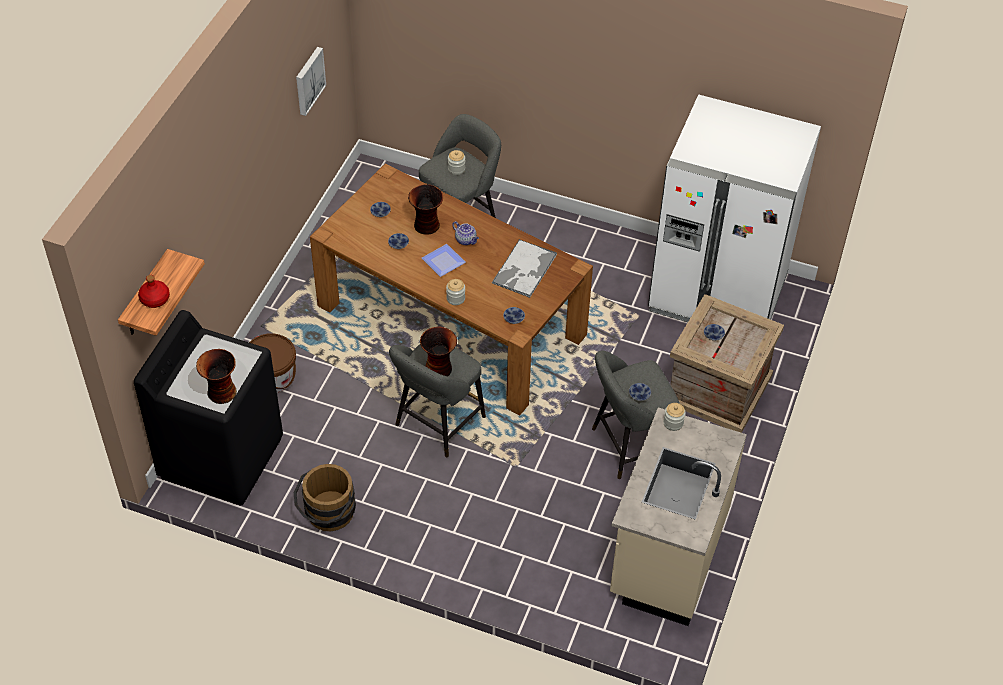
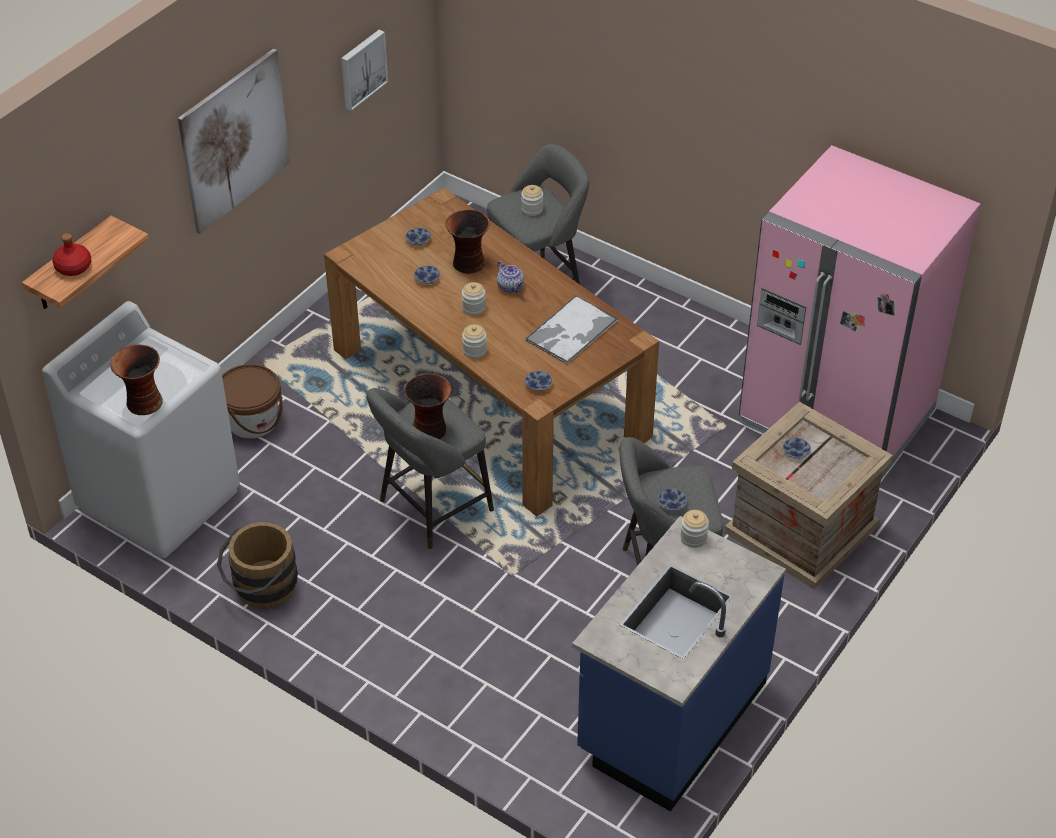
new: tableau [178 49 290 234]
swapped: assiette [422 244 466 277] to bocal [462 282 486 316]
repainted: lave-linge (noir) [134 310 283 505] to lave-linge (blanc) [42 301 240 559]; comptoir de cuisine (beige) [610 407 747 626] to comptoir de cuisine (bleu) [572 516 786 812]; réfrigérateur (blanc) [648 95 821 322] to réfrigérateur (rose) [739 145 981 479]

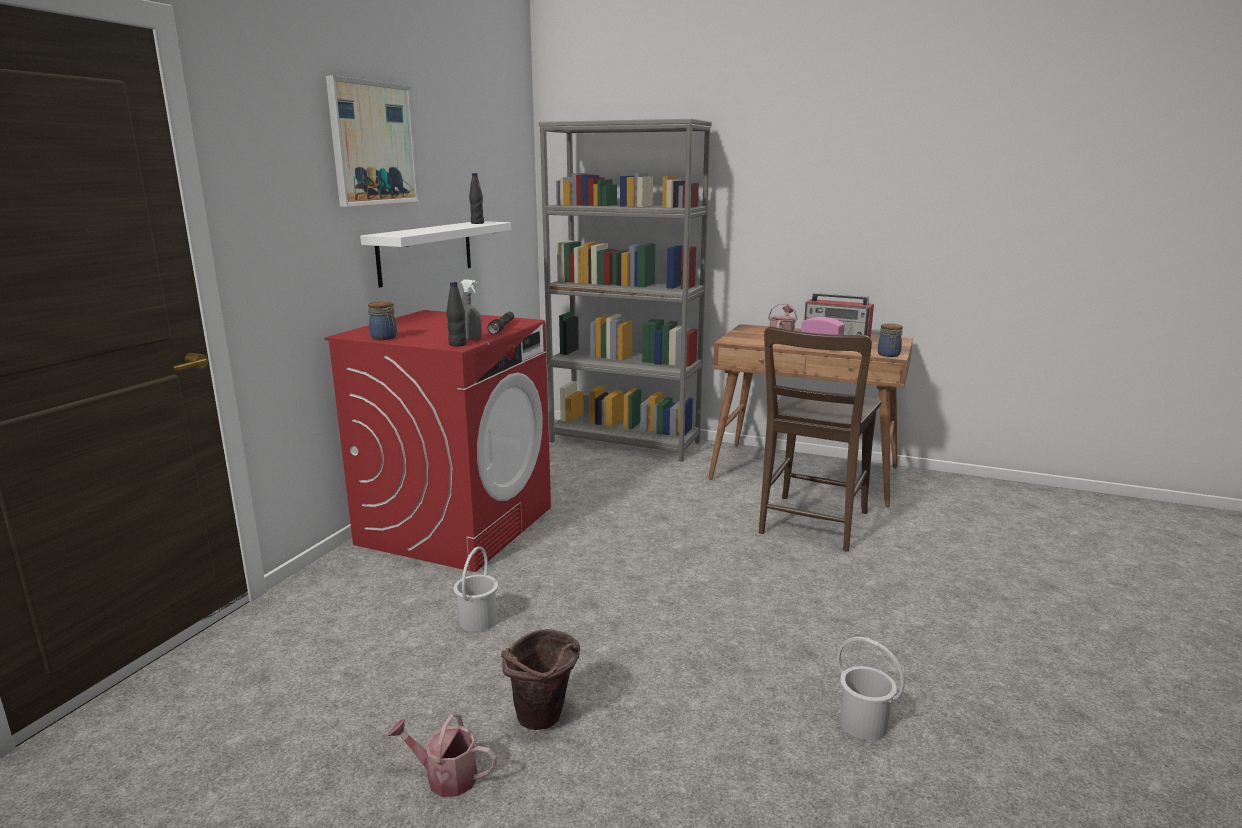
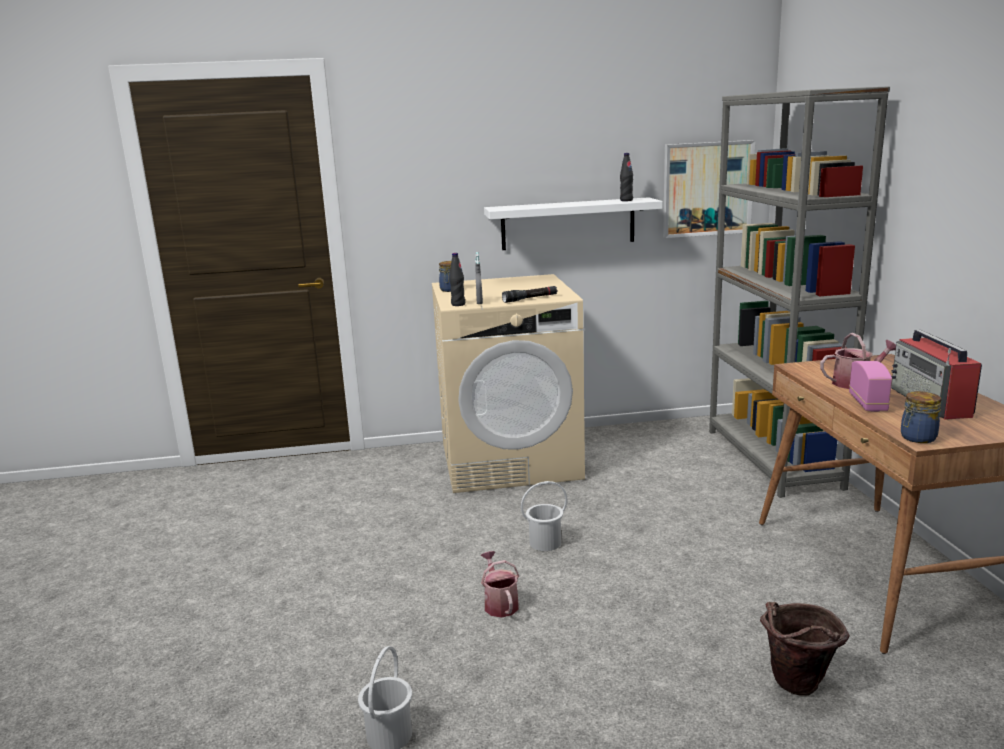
gone: chaise (marron) [759 327 881 552]
shifted: arrosoir [388 714 496 797] to [481 551 519 618]; seau (blanc) [453 546 498 632] to [521 481 567 551]; tableau [326 75 420 207] to [663 140 755 238]; seau (marron) [501 629 580 730] to [760 602 850 696]
repainted: lave-linge (rouge) [324 310 551 572] to lave-linge (beige) [432 274 585 493]

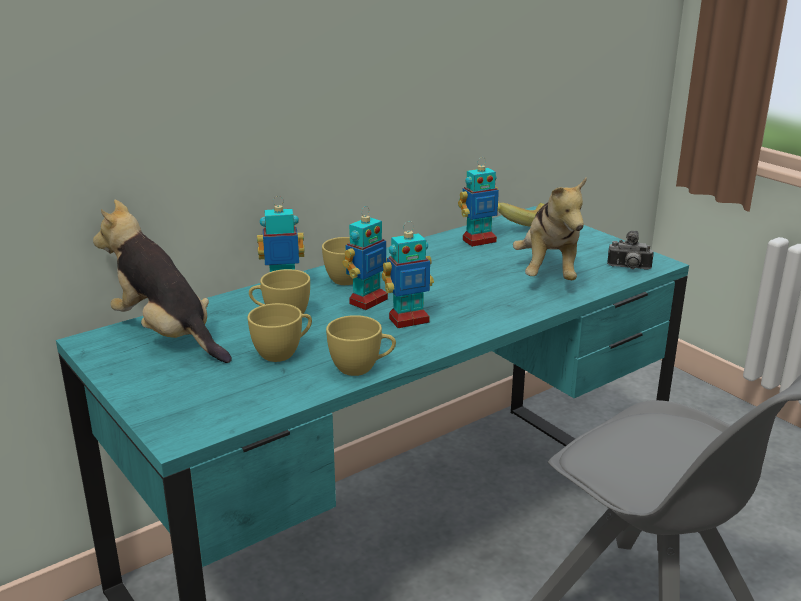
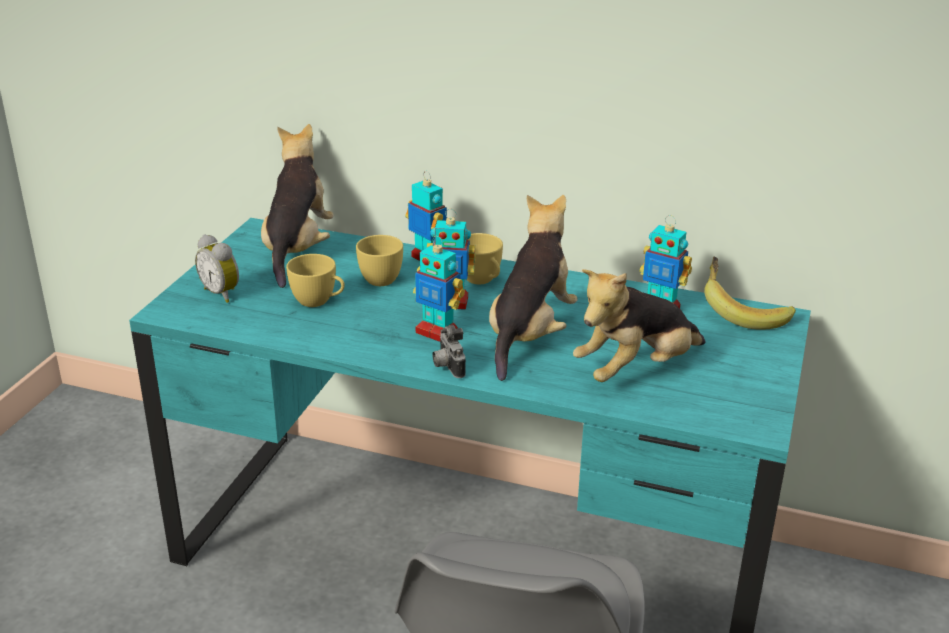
gone: tasse (jaune) [326 315 396 376]
new: réveil [195 234 239 303]; peluche [489 195 577 381]
shifted: appareil photo [607 231 654 270] to [432 325 466 378]

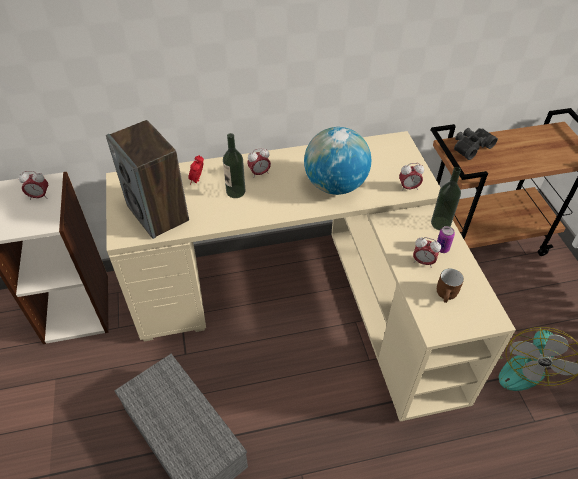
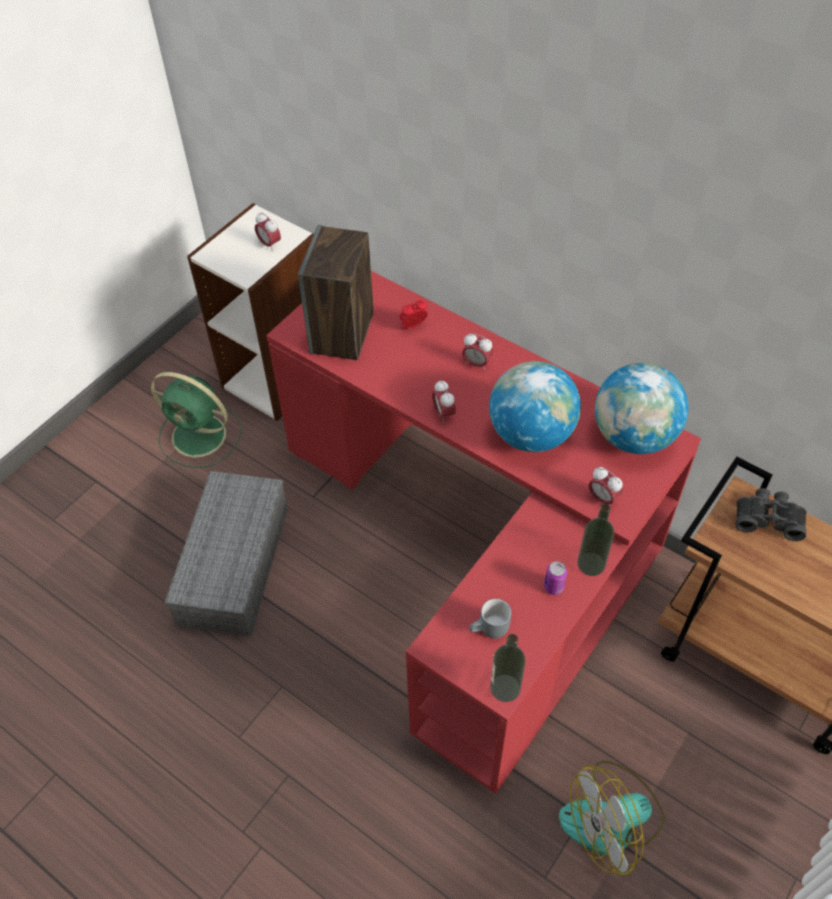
new: ventilateur (vert) [151 372 242 468]; globe [595 363 688 454]
shifted: réveil [413 237 441 268] to [432 380 456 423]; bouteille [223 133 246 198] to [490 634 525 702]
repainted: bureau (beige) [106 131 516 422] to bureau (rouge) [266 271 701 794]; mug (marron) [437 268 464 303] to mug (gris) [469 599 511 639]

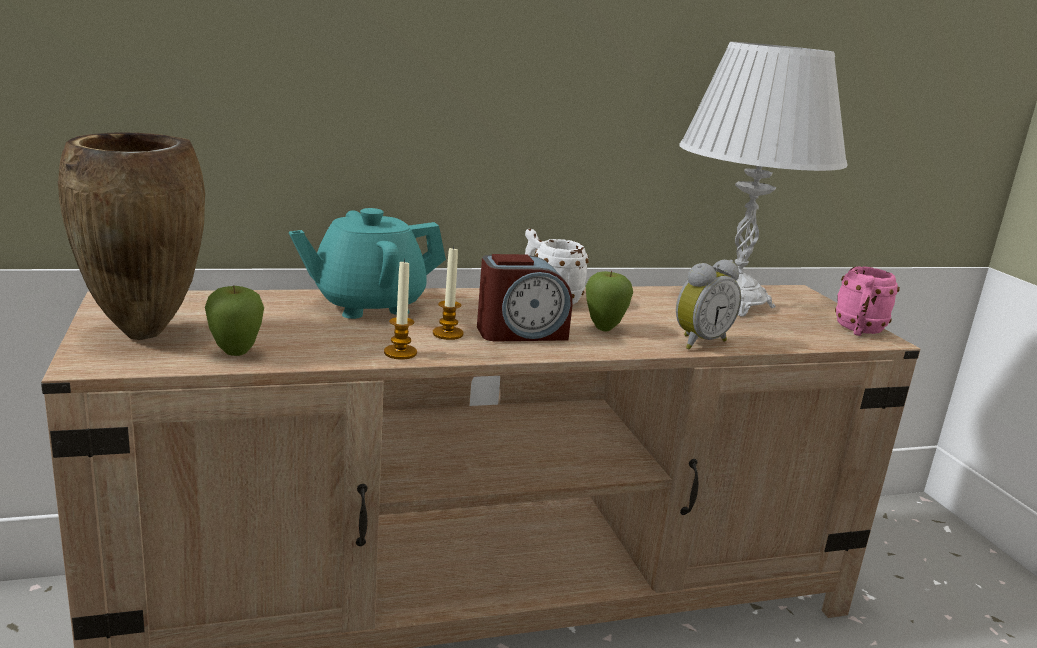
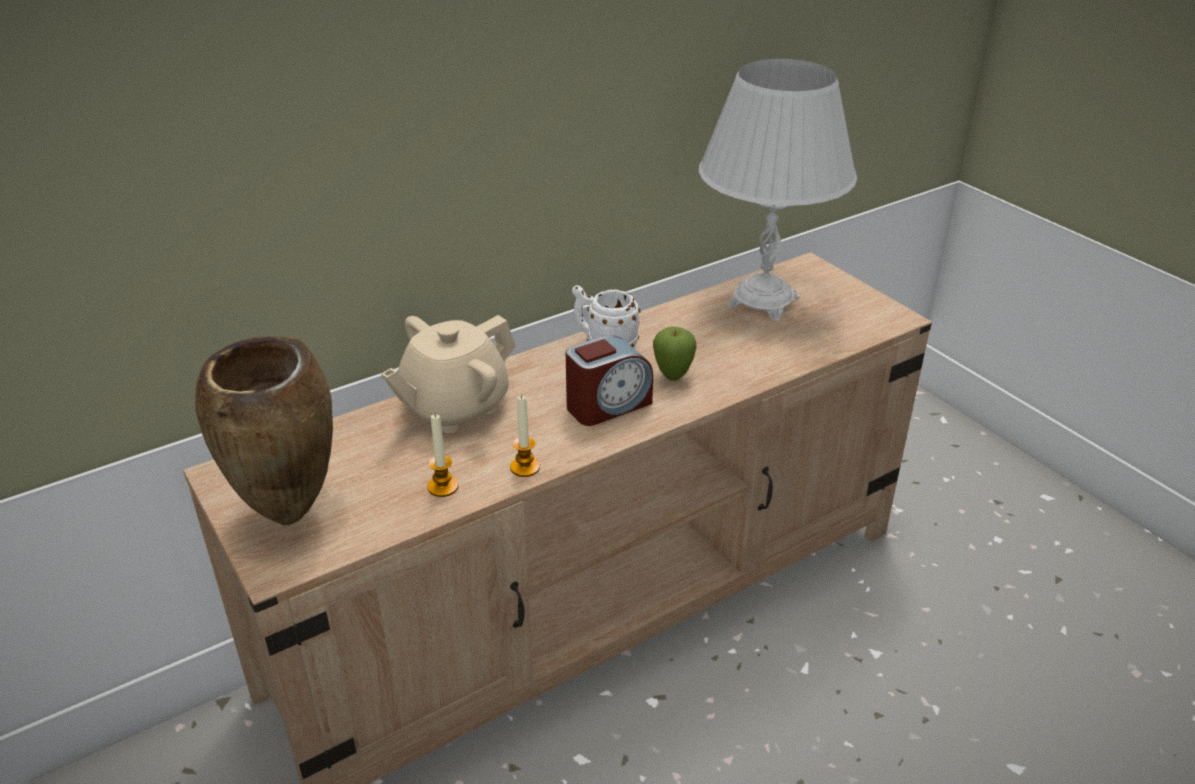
gone: pomme [205 286 264 356]; réveil [676 260 741 350]; mug (rose) [835 266 900 336]
shifted: bougie [433 245 464 340] to [428 415 459 497]
repainted: théière (turquoise) [289 208 446 319] to théière (beige) [381 315 516 433]

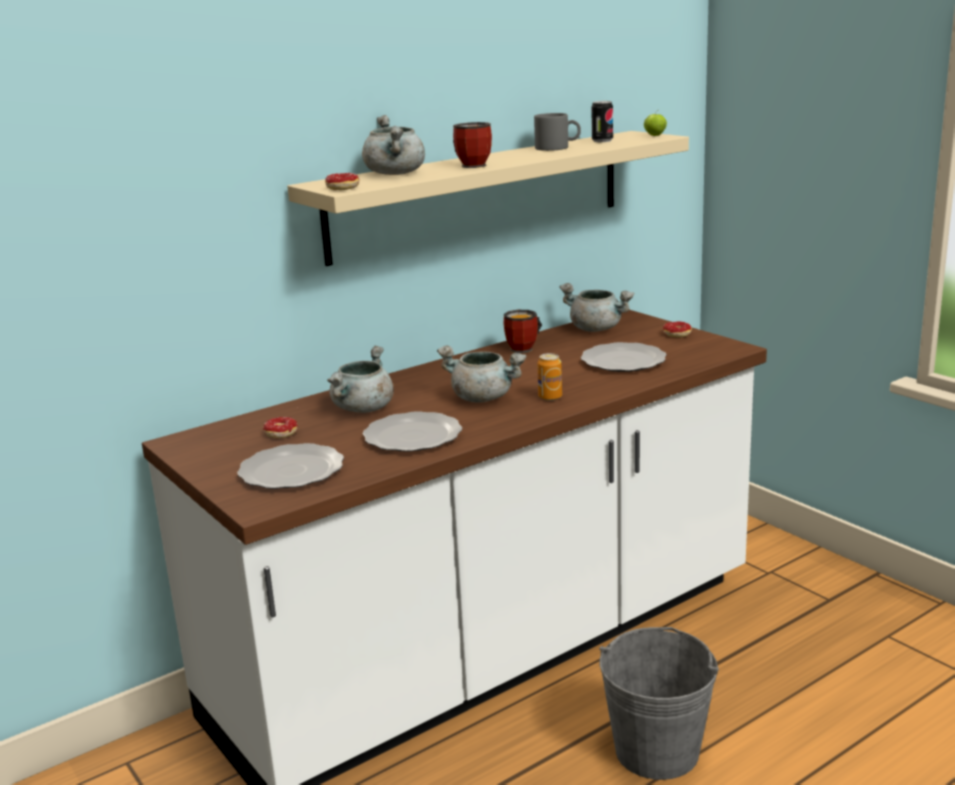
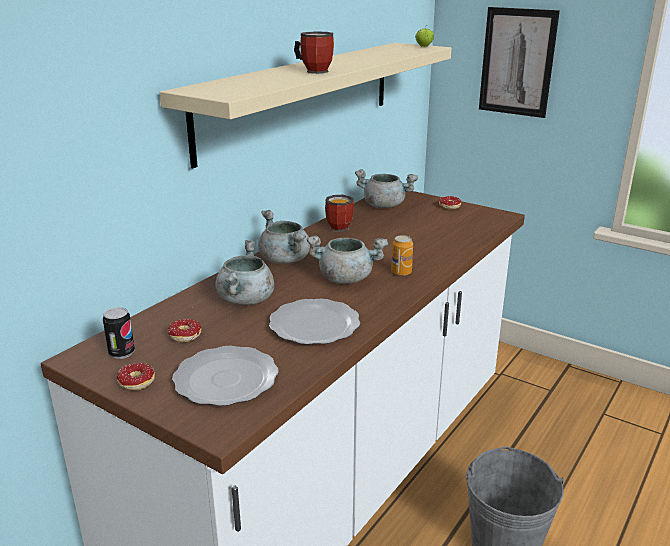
gone: mug (gris) [534 113 581 151]; assiette [581 342 667 372]
new: tableau [479 7 560 118]
shifted: boîte métallique [591 101 613 142] to [103 307 135 359]; beignet [325 173 359 190] to [116 363 155 390]; marmite (gris) [362 115 425 175] to [258 210 310 264]

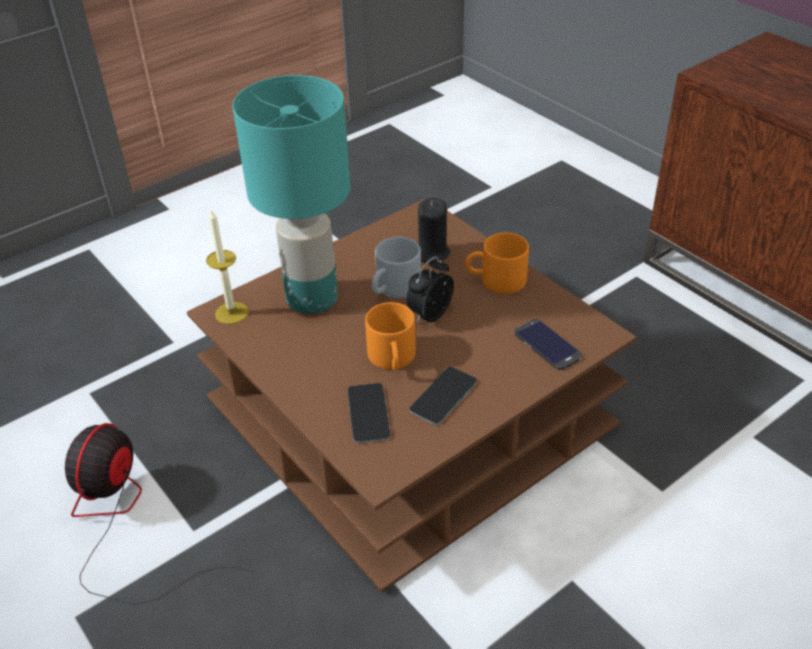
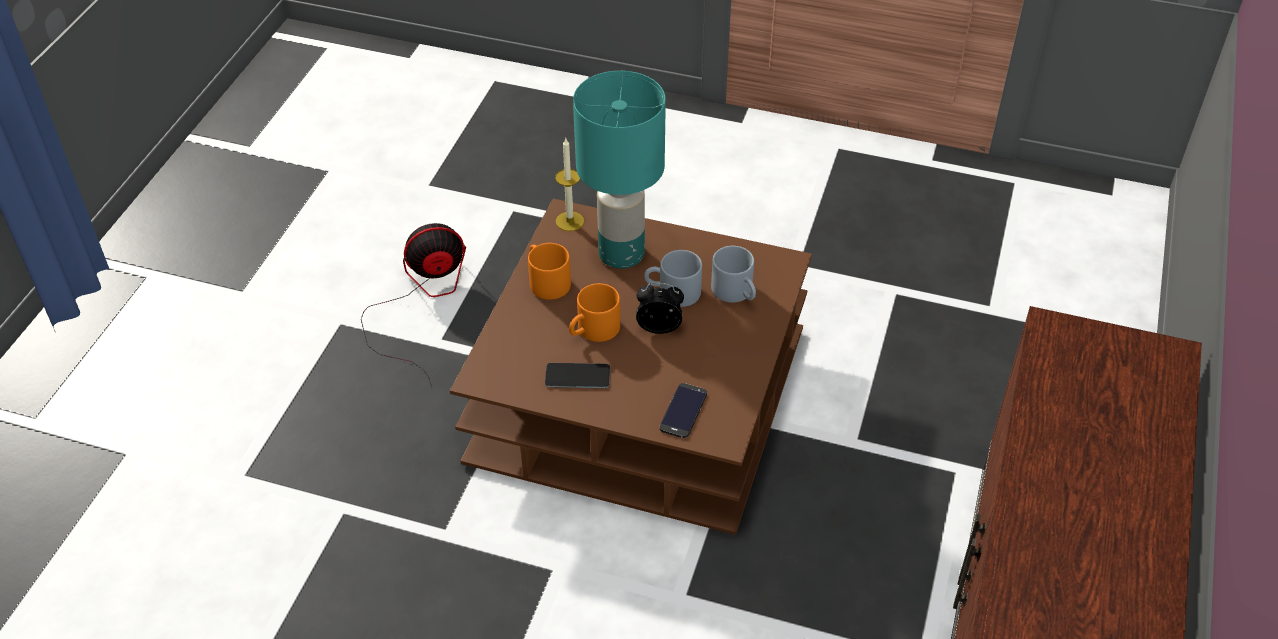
gone: téléphone [347 383 391 443]
shifted: mug (orange) [465 232 529 294] to [528 243 571 300]
swapped: bougie (noir) [418 198 450 263] to mug (gris) [711 246 756 303]

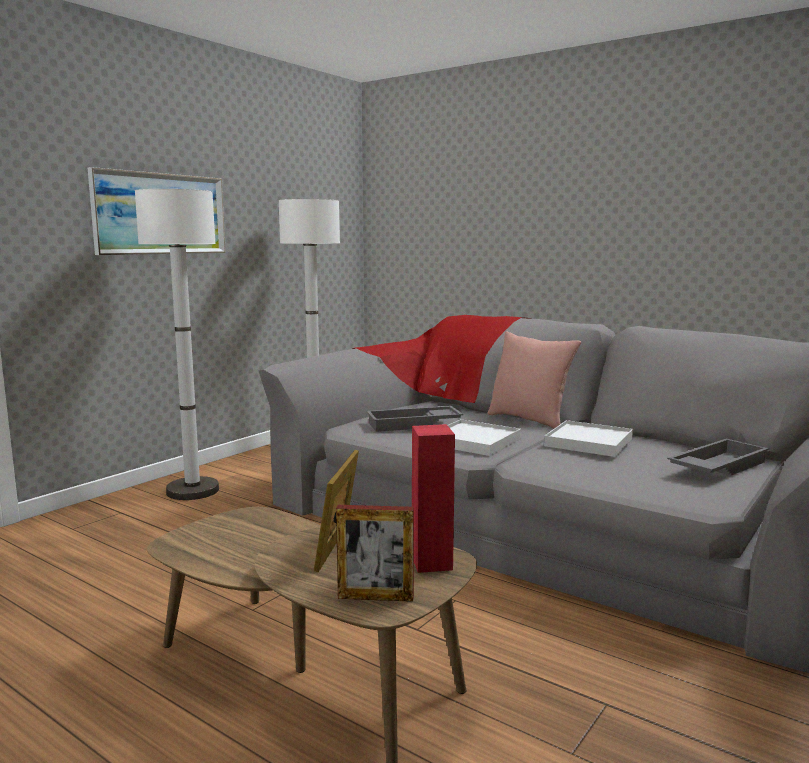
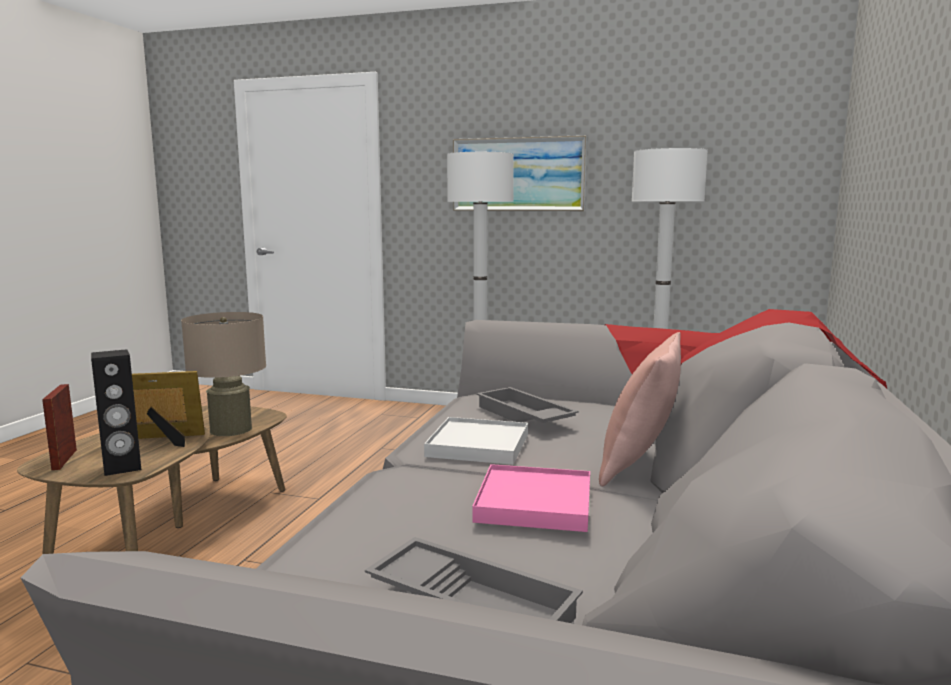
new: lampe de table (beige) [181 312 266 436]
repainted: enceinte (rouge) [412 424 455 573] to enceinte (noir) [91 349 141 476]; plateau (blanc) [544 420 633 457] to plateau (rose) [472 464 590 532]

